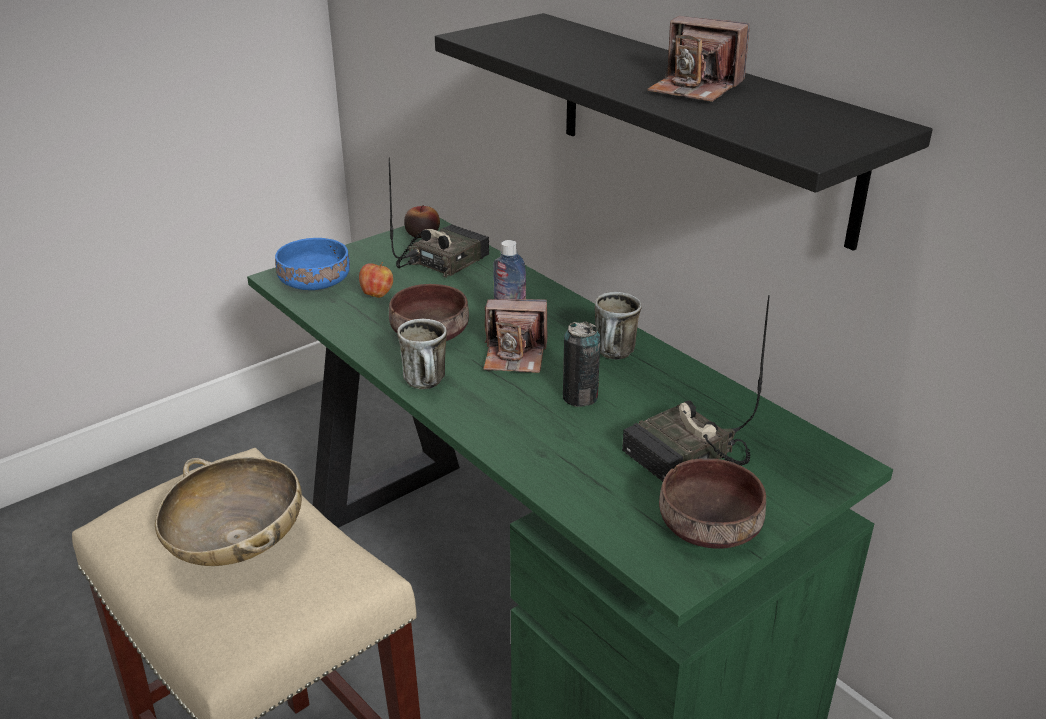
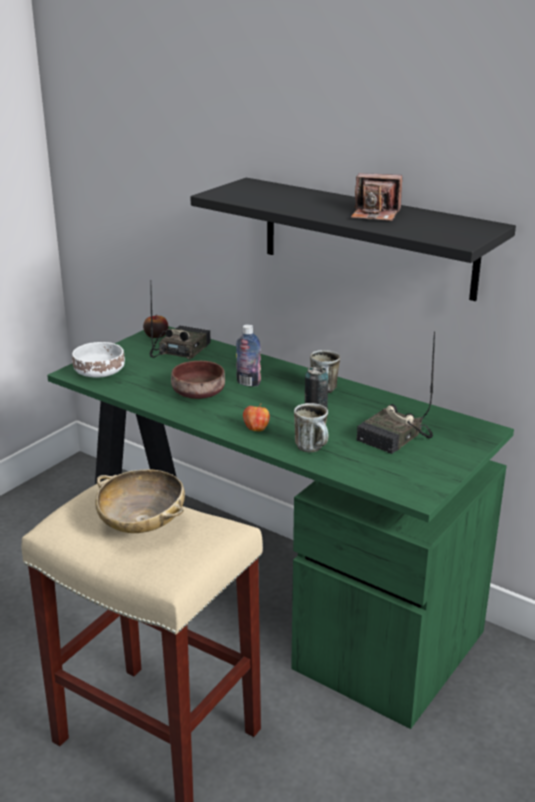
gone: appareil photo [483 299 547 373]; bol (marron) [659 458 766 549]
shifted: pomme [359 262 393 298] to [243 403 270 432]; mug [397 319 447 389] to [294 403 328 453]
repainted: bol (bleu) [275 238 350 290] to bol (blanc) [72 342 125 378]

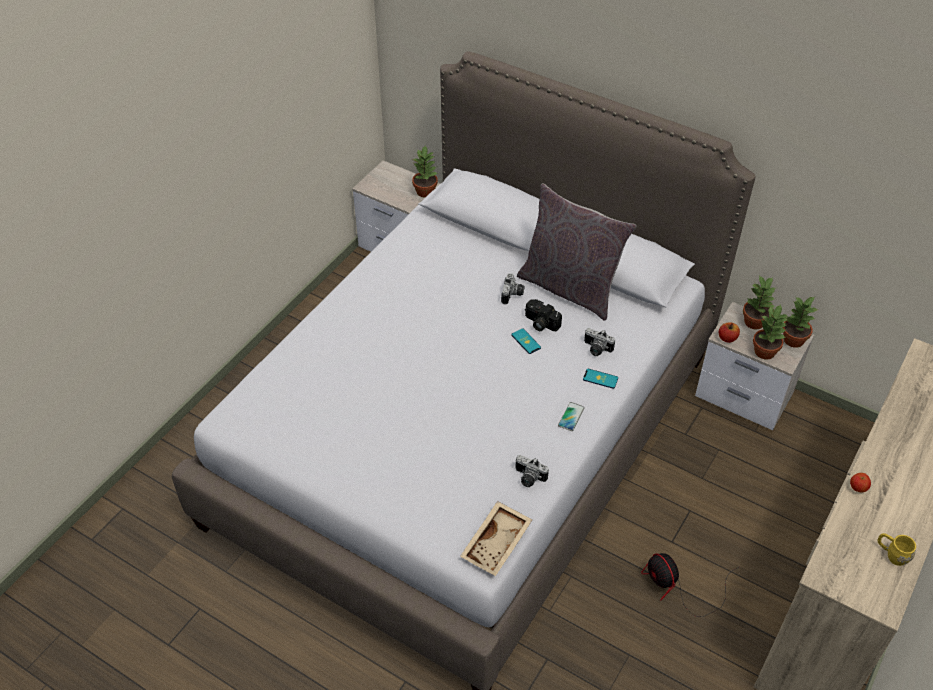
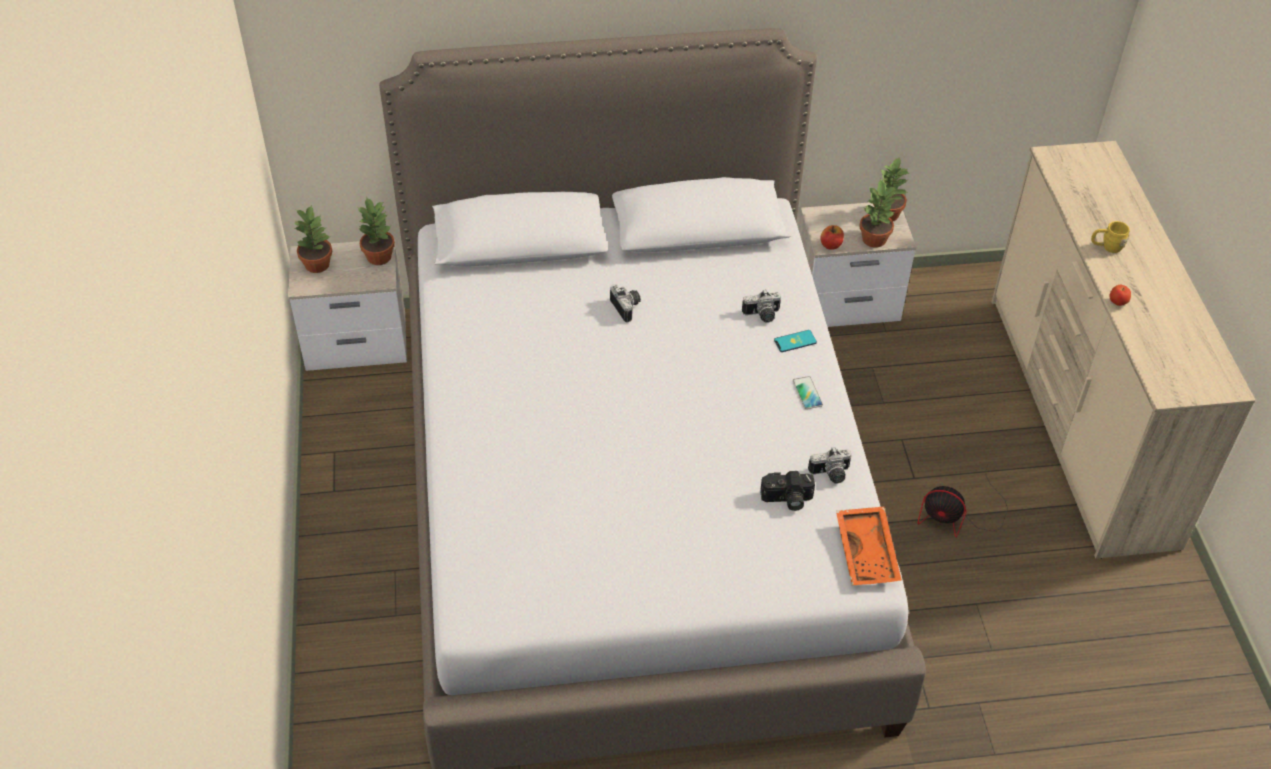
gone: téléphone [511 328 541 354]; coussin (gris) [517 183 636 321]
shifted: plante en pot [743 275 775 329] to [293 205 332 273]; appareil photo [525 299 562 331] to [760 471 815 511]; mug (jaune) [878 533 916 566] to [1091 221 1130 253]
repainted: plateau (beige) [460 501 532 576] to plateau (orange) [836 507 902 586]

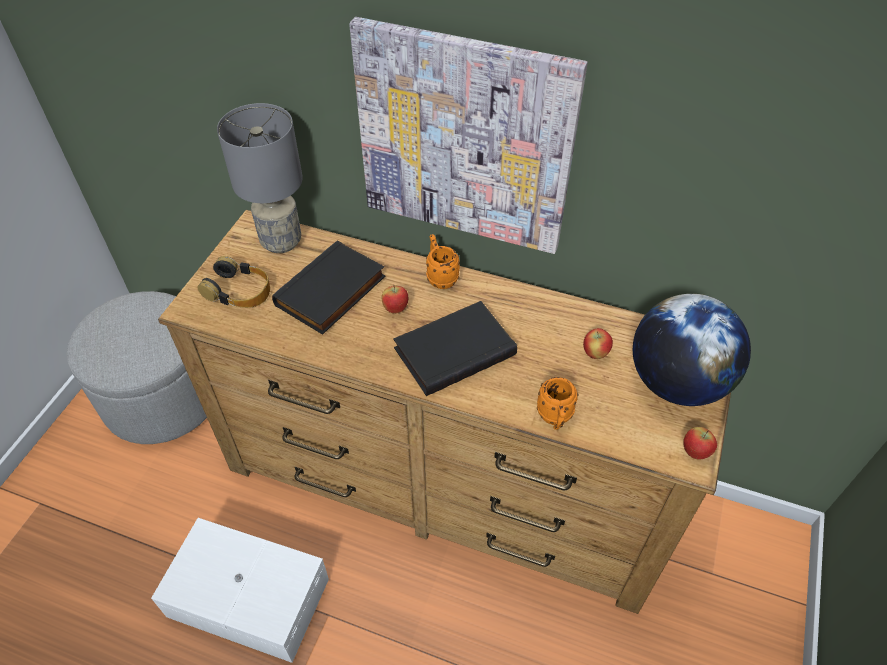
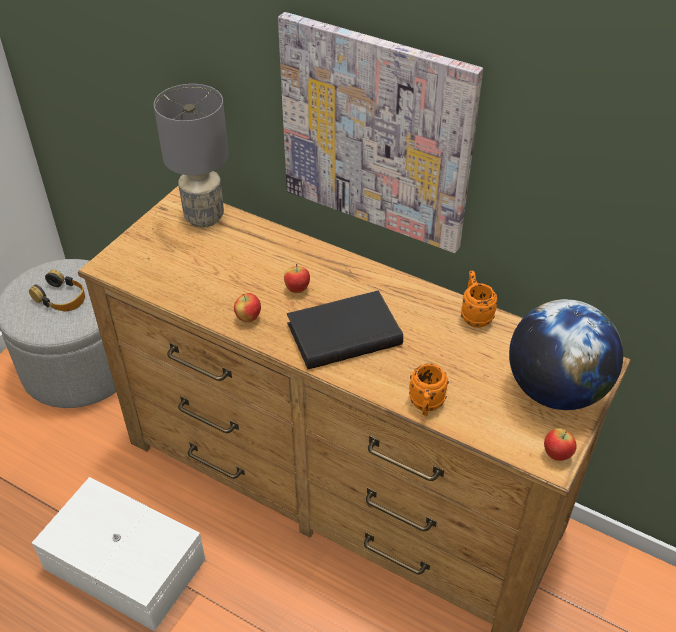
gone: livre (noir) [272 240 386 335]
shifted: casque audio [197 256 270 308] to [29 270 85 311]; pomme [583 328 613 359] to [234 293 261 322]; mug (orange) [426 234 460 289] to [461 271 498 328]

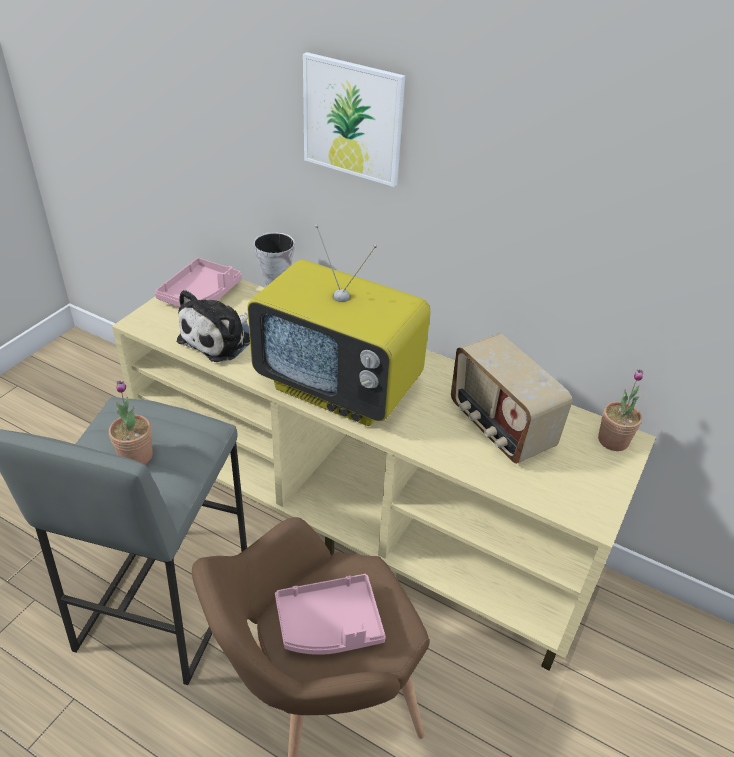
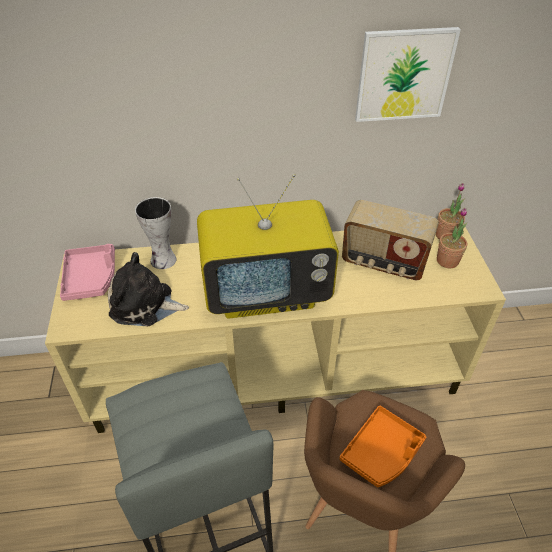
shifted: tableau [303 52 405 187] to [355 27 461 122]; plante en pot [109 380 153 464] to [437 208 467 268]
repainted: plateau (rose) [275 574 386 655] to plateau (orange) [340 406 426 487]
rotated: peluche [177 290 250 362] = [108 252 189 326] 105 degrees clockwise

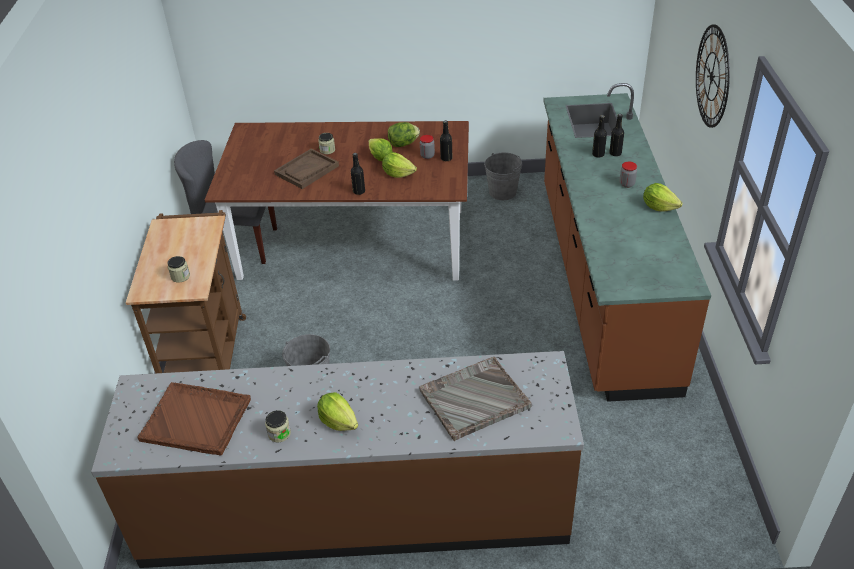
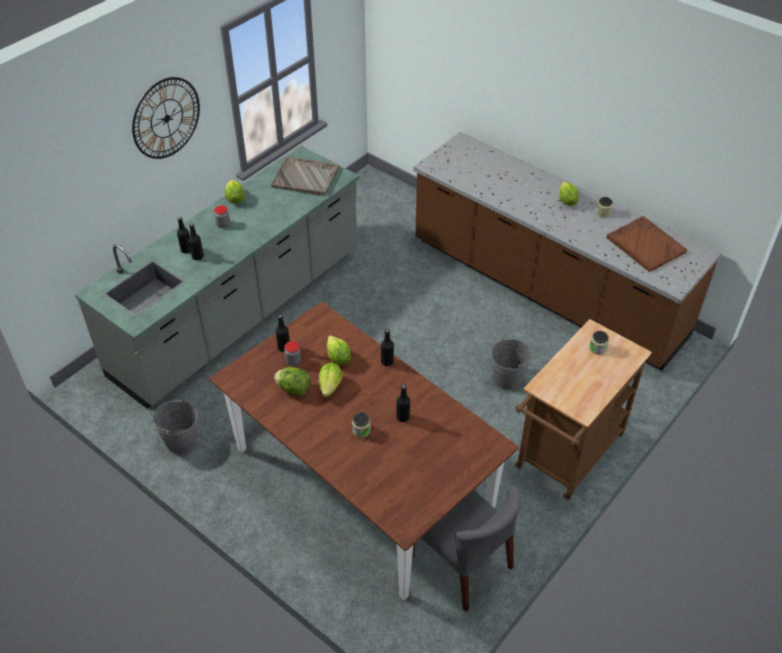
shifted: plateau (gris) [419 357 532 441] to [270 157 339 196]
swapped: plateau (marron) [274 149 339 189] to bouteille (noir) [397 384 410 422]
repainted: comptoir de cuisine (marron) [543 83 711 402] to comptoir de cuisine (gris) [75 146 359 409]

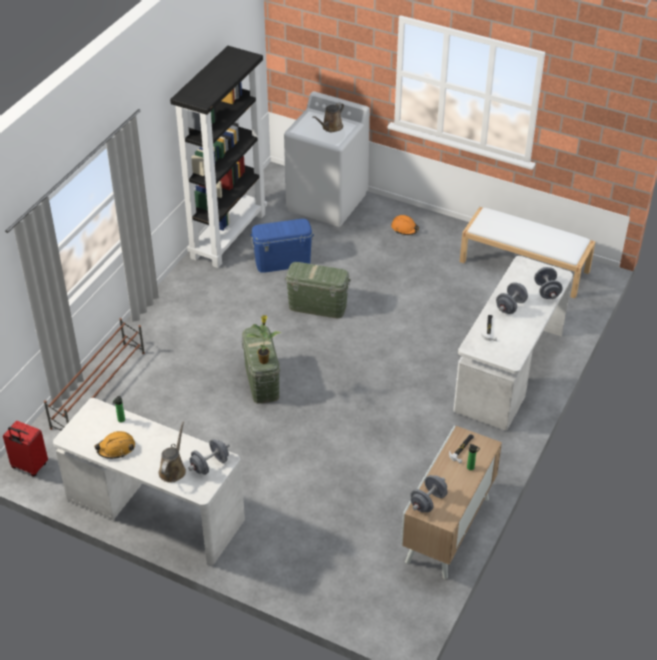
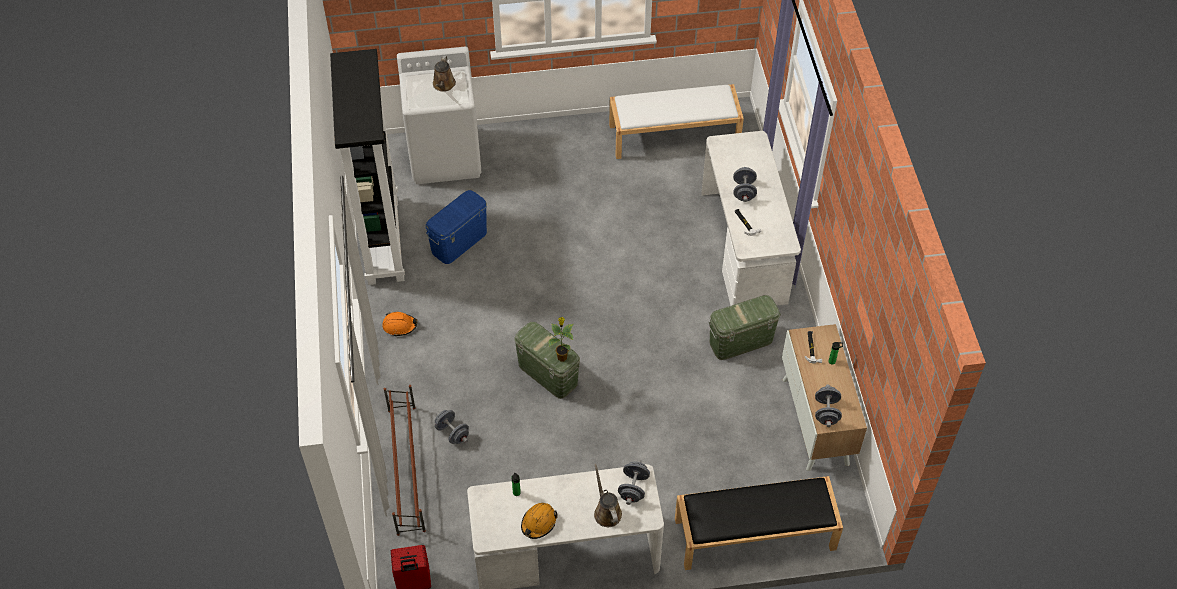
new: banc (noir) [675 476 843 570]
shifted: casque de chantier (orange) [391 215 419 235] to [382 312 417 337]; haltère (gris) [534 267 563 299] to [435 410 469 444]; boîte de rangement (vert) [285 262 351 318] to [708 295 781 360]

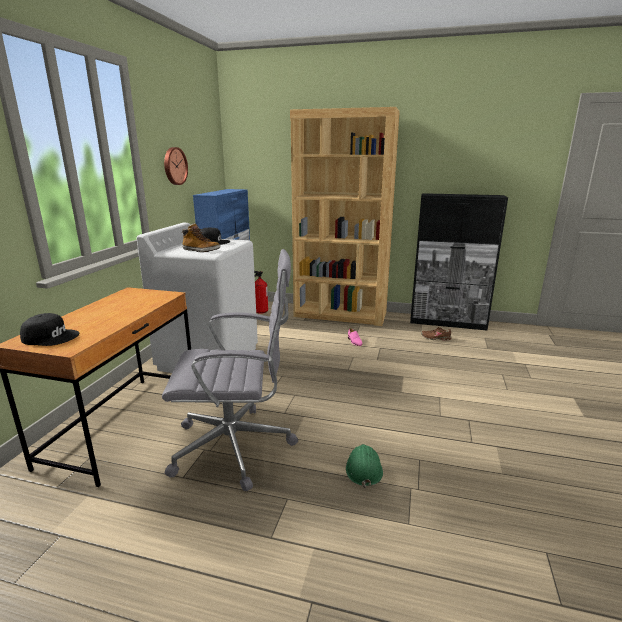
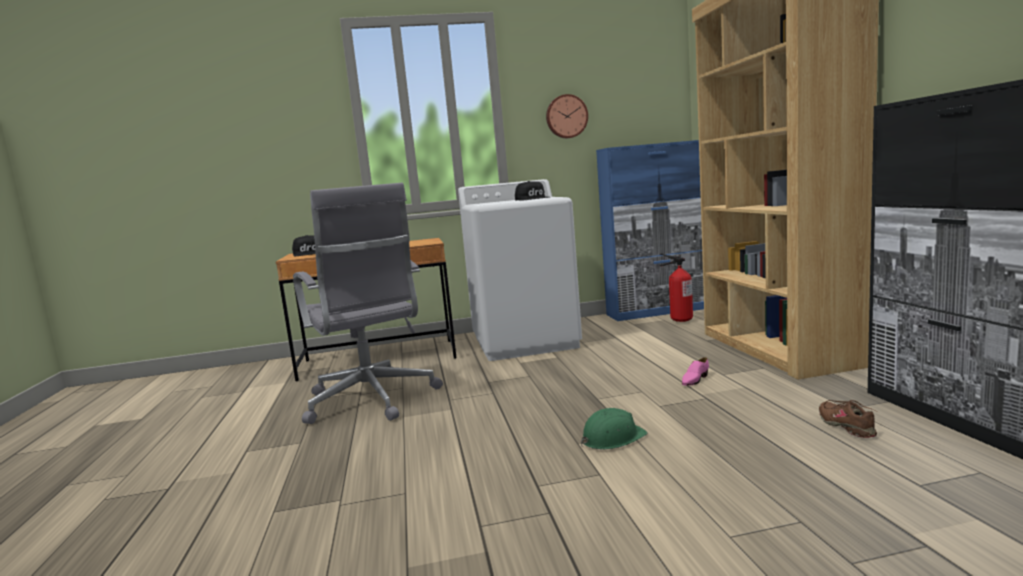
gone: botte [182 223 220 252]
shifted: casque de chantier (vert) [346 444 383 488] to [581 408 647 449]

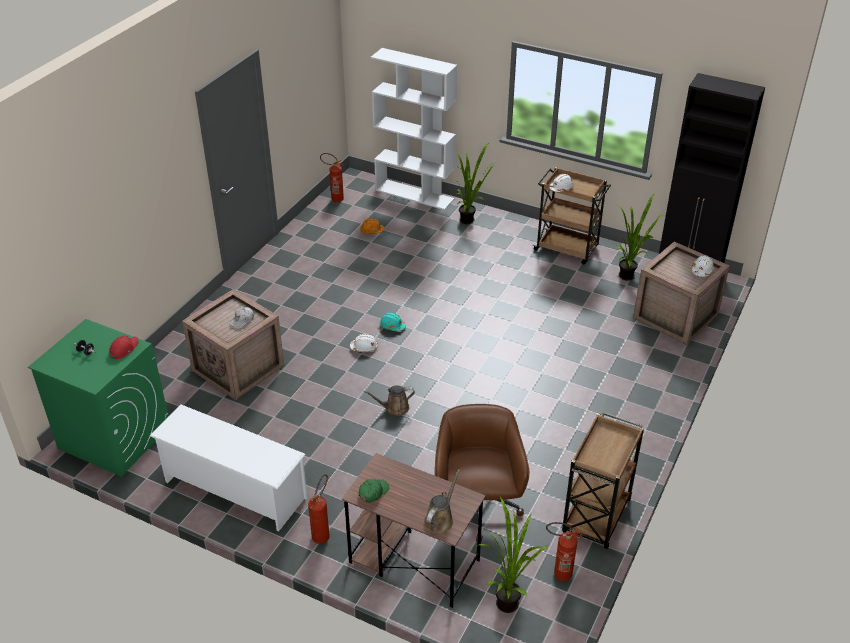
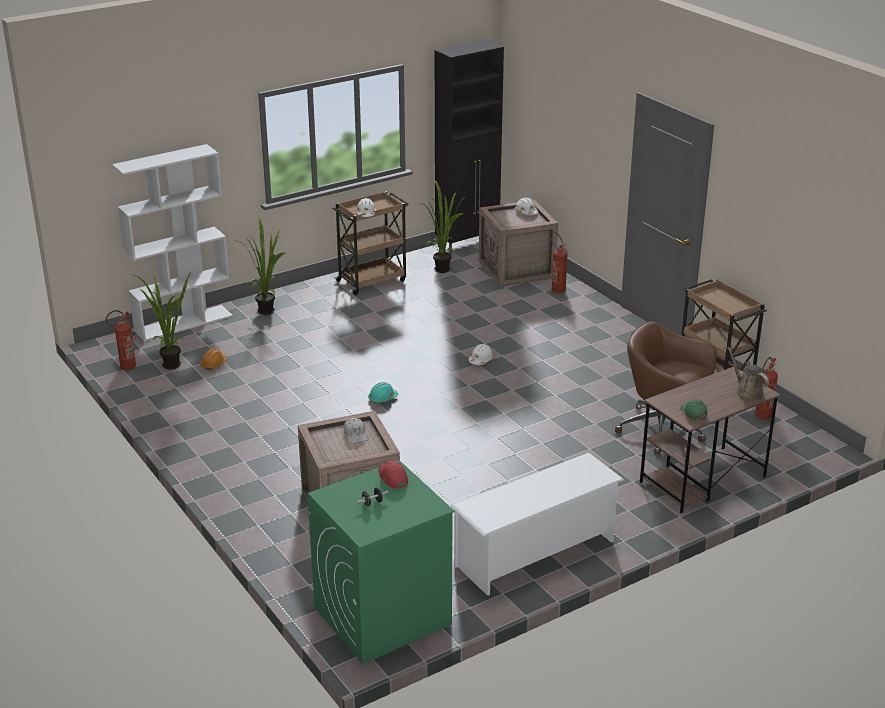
gone: arrosoir (marron) [364 385 415 416]
shifted: plante en pot [479 497 548 613] to [131 272 191 370]; casque de chantier (blanc) [350 334 378 352] to [469 344 493 365]; extincteur [308 474 330 544] to [550 231 568 293]

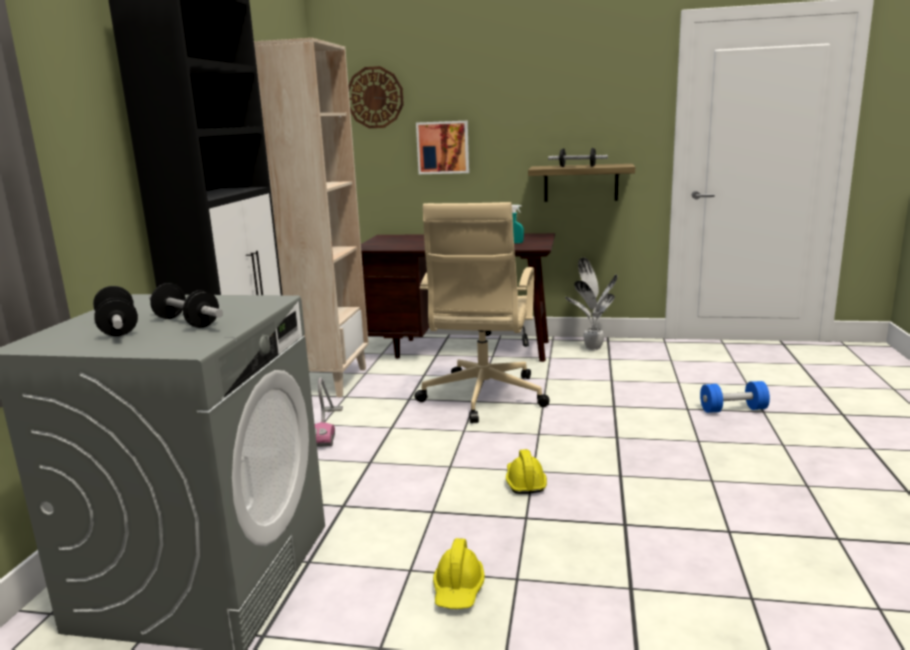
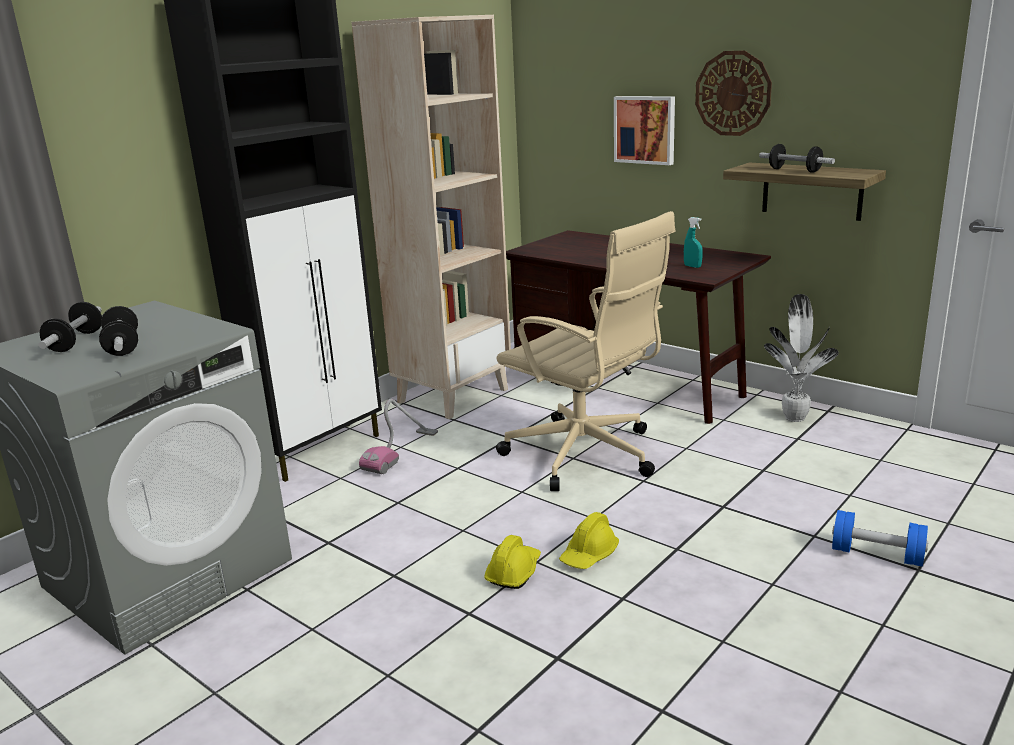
shifted: casque de chantier (jaune) [433 538 485 609] to [559 512 619 569]; horloge murale [348 66 404 128] to [695 51 772 136]
rotated: chaise de bureau (beige) [414 202 550 423] = [496 211 676 491] 90 degrees counterclockwise

